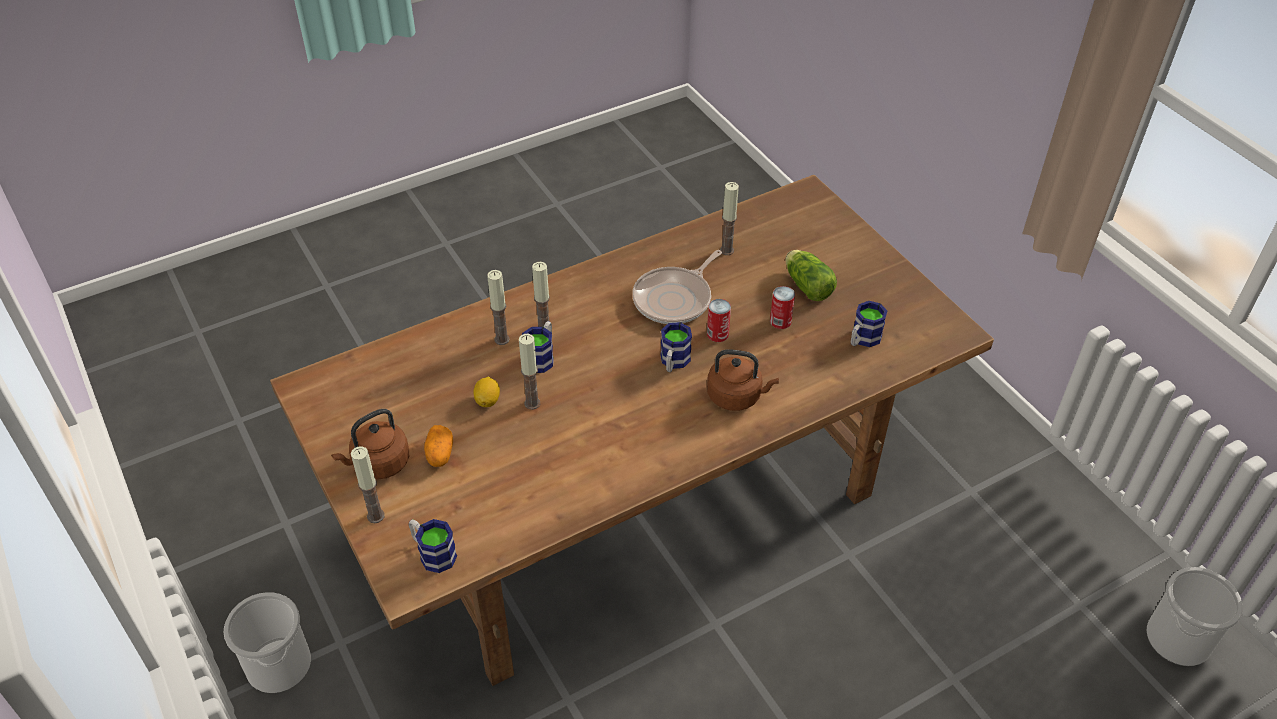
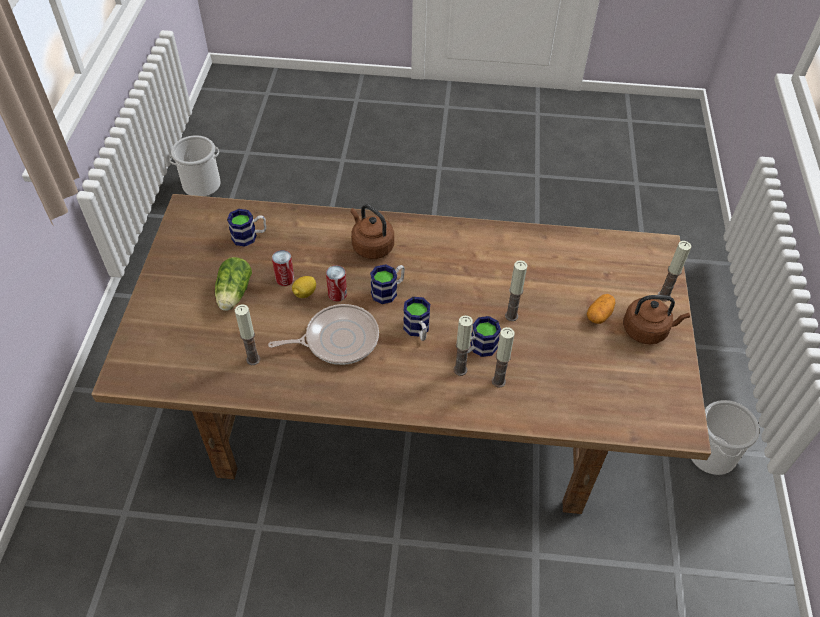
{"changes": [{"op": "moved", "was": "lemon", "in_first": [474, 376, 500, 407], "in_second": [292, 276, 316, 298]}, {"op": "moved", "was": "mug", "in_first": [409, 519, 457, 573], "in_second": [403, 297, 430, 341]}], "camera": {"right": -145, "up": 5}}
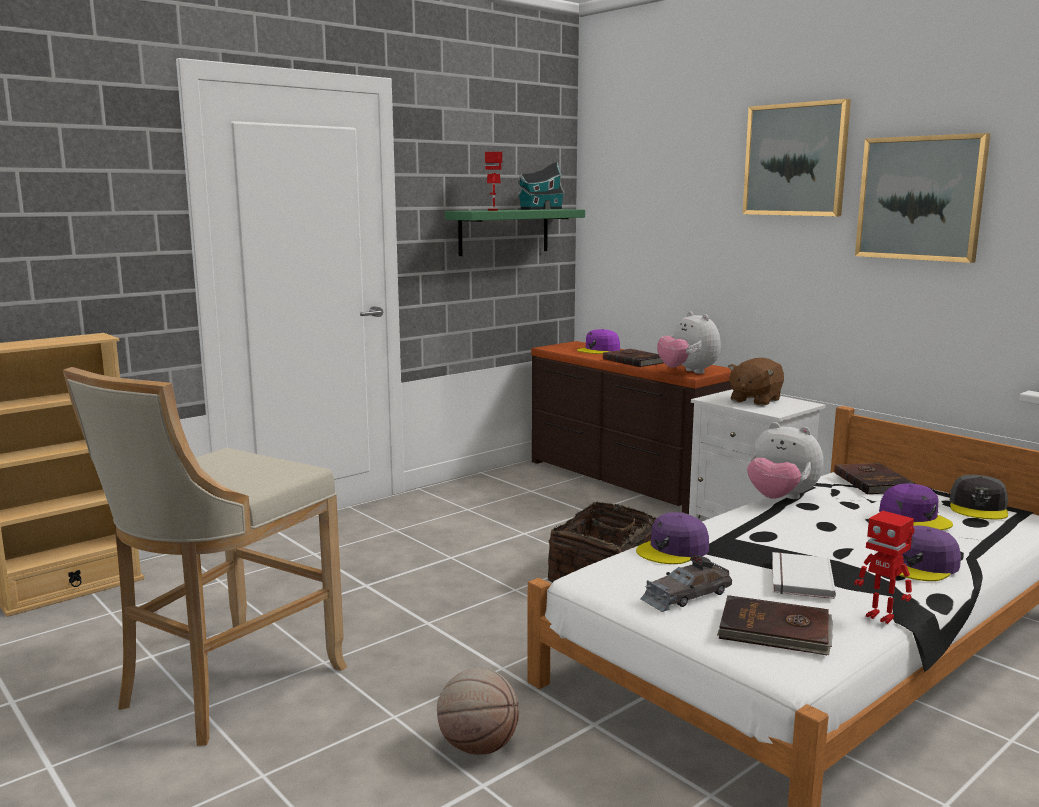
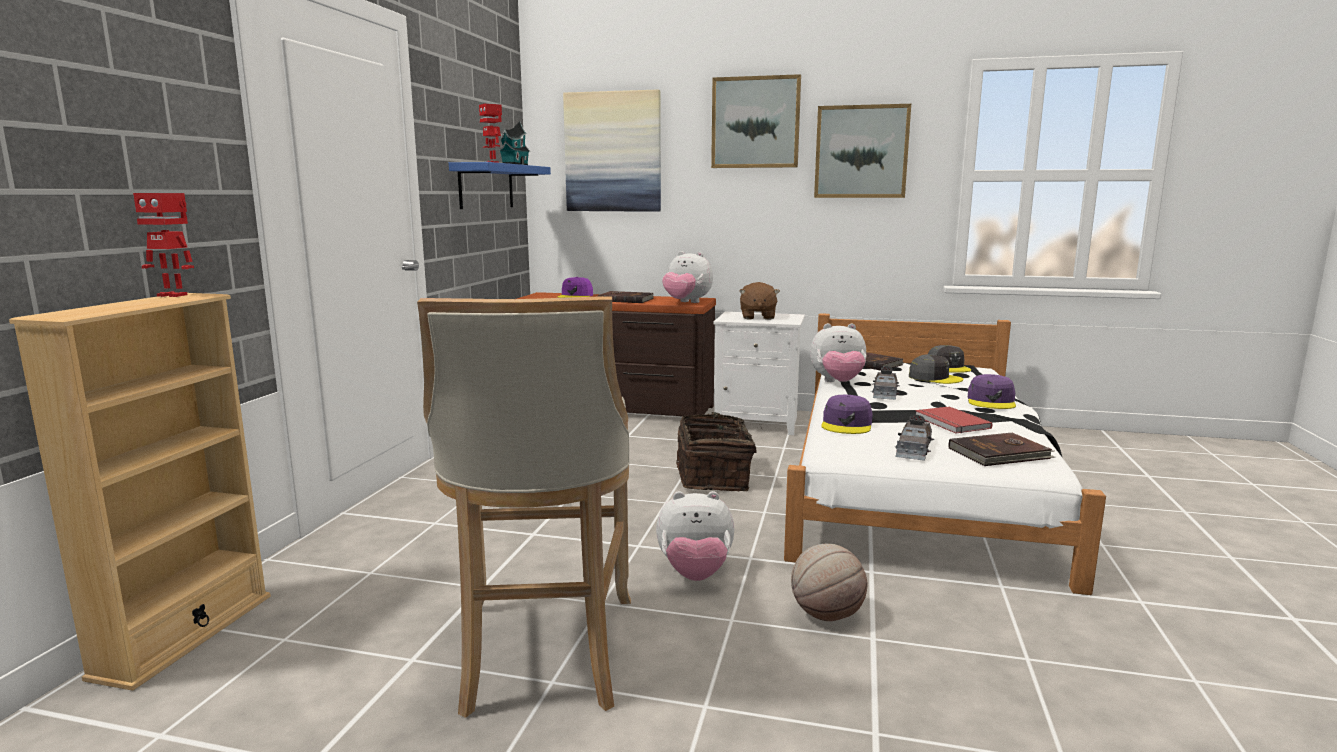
{"changes": [{"op": "moved", "was": "robot figure", "in_first": [854, 511, 915, 624], "in_second": [133, 193, 194, 297]}, {"op": "recoloured", "was": "shelf/green", "now": "shelf/blue-coloured", "in_first": [445, 209, 585, 256], "in_second": [449, 162, 551, 209]}, {"op": "added", "now": "wall art", "in_second": [563, 90, 661, 212]}, {"op": "added", "now": "soft toy", "in_second": [656, 491, 734, 581]}, {"op": "added", "now": "miniature car/grey", "in_second": [871, 366, 900, 400]}, {"op": "recoloured", "was": "baseball cap/purple-coloured", "now": "baseball cap/grey", "in_first": [879, 483, 953, 530], "in_second": [909, 354, 963, 384]}, {"op": "recoloured", "was": "volume/white-coloured", "now": "volume/red", "in_first": [772, 552, 836, 599], "in_second": [915, 406, 993, 433]}], "camera": {"right": -35, "up": 0}}
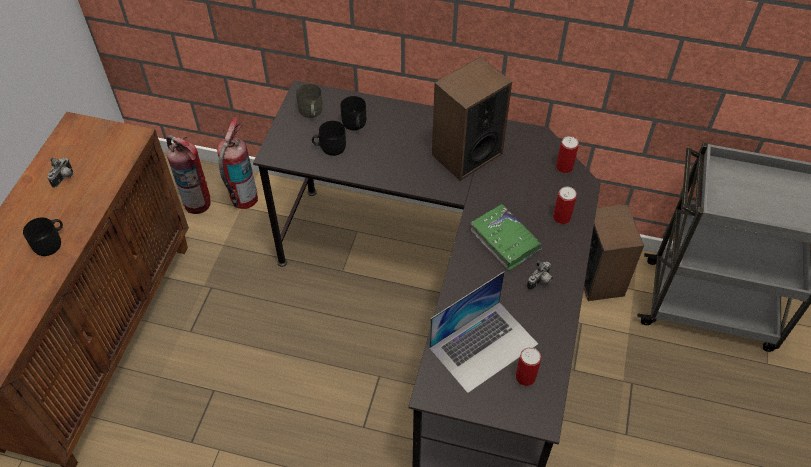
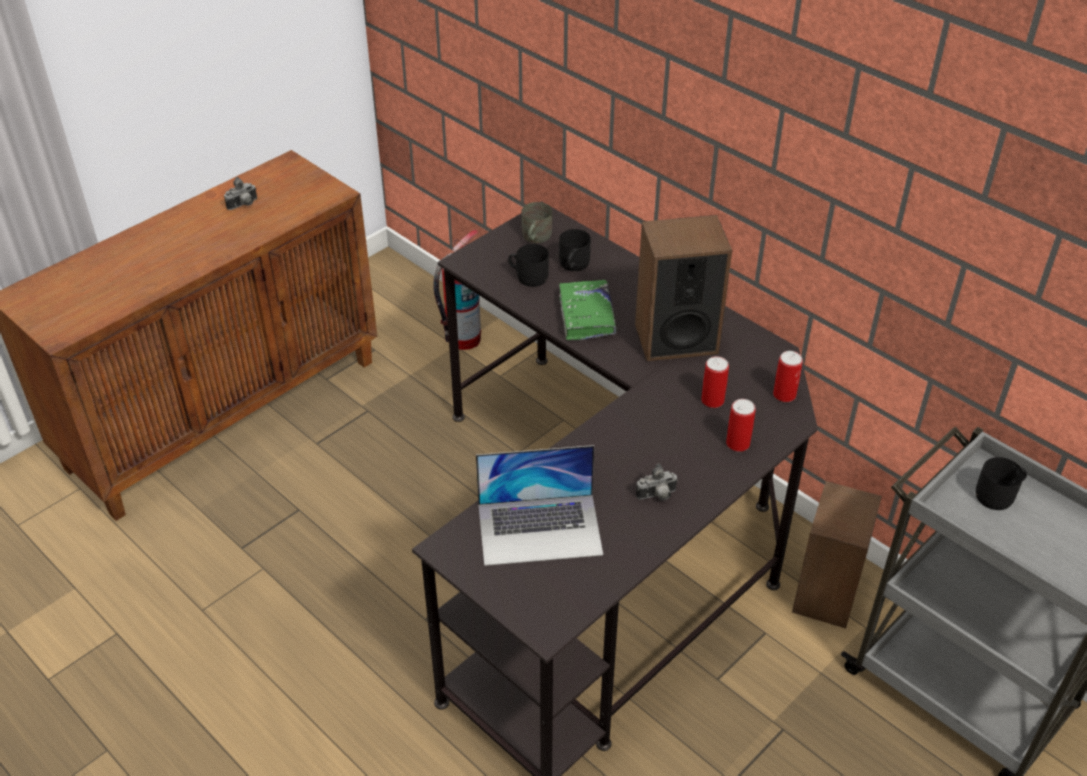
{"changes": [{"op": "moved", "was": "volume/green", "in_first": [470, 204, 542, 270], "in_second": [559, 280, 616, 340]}, {"op": "moved", "was": "metal can", "in_first": [516, 347, 541, 386], "in_second": [701, 356, 729, 408]}, {"op": "moved", "was": "mug/black-coloured", "in_first": [23, 217, 63, 256], "in_second": [976, 457, 1027, 510]}, {"op": "removed", "was": "fire-fighting cylinder", "in_first": [166, 135, 211, 214]}], "camera": {"right": 30, "up": -10}}
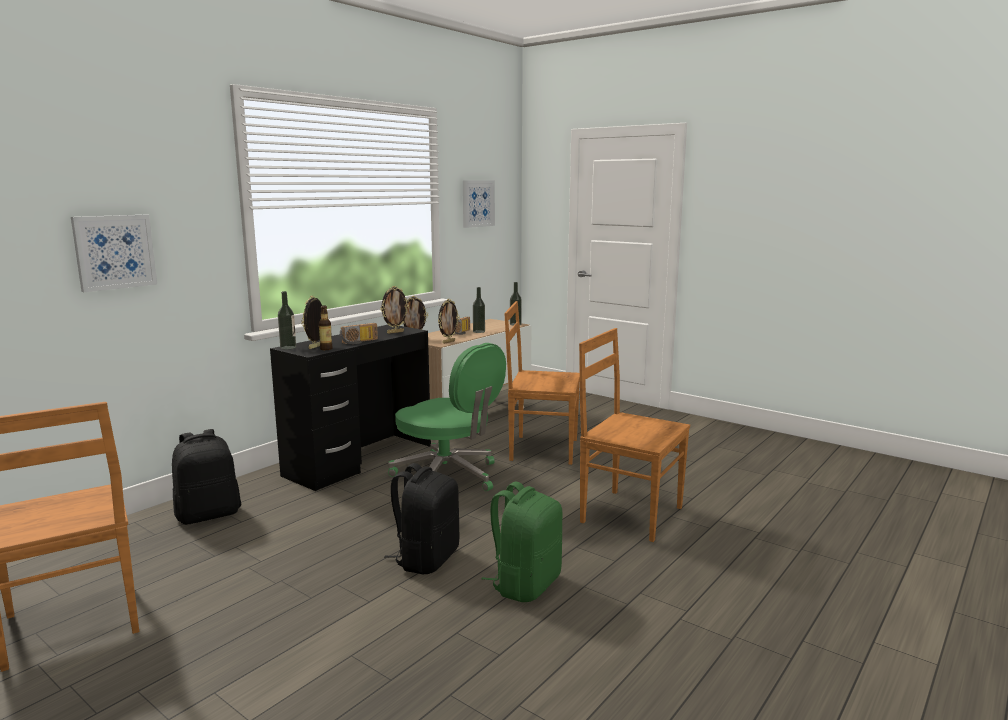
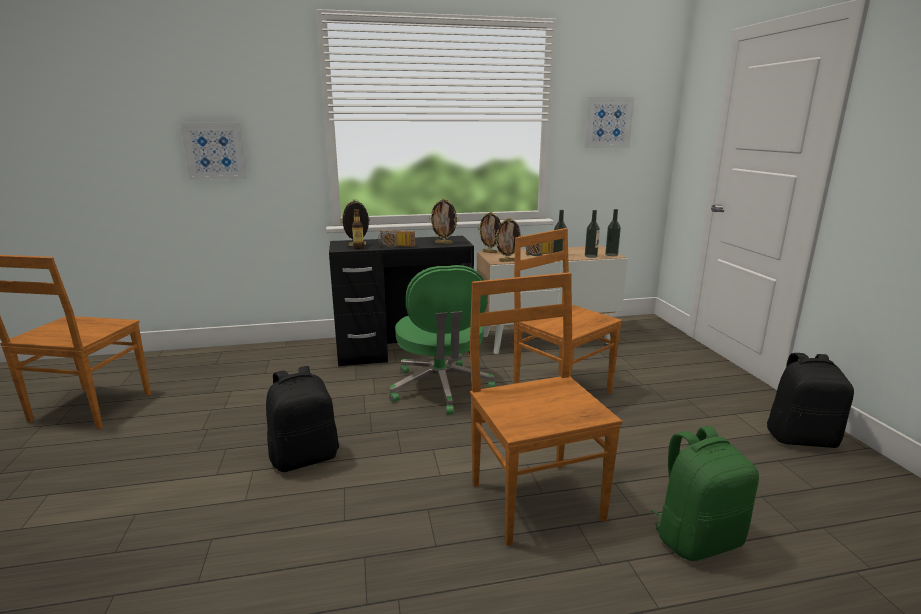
{"changes": [{"op": "moved", "was": "beverage bottle", "in_first": [278, 291, 296, 350], "in_second": [585, 210, 600, 258]}, {"op": "moved", "was": "rucksack/green", "in_first": [481, 481, 562, 602], "in_second": [651, 426, 759, 561]}, {"op": "moved", "was": "rucksack/black-coloured", "in_first": [172, 429, 241, 525], "in_second": [767, 353, 854, 448]}], "camera": {"right": 40, "up": 5}}
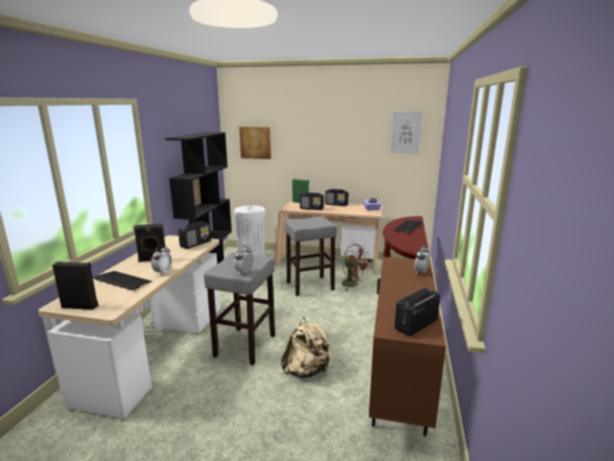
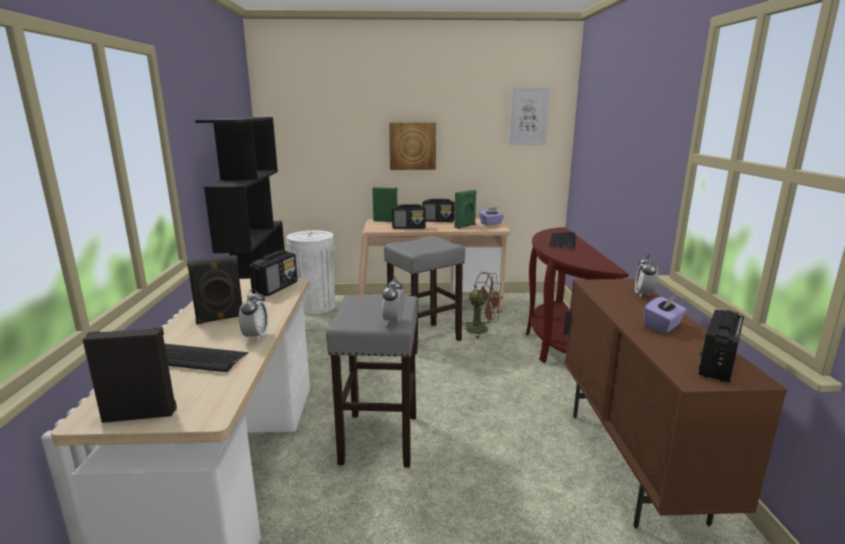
{"changes": [{"op": "moved", "was": "wall art", "in_first": [239, 127, 271, 159], "in_second": [389, 122, 436, 170]}, {"op": "added", "now": "speaker/green", "in_second": [454, 190, 477, 229]}, {"op": "added", "now": "tissue box/purple-coloured", "in_second": [644, 295, 686, 334]}, {"op": "removed", "was": "rucksack/beige-coloured", "in_first": [281, 317, 332, 378]}], "camera": {"right": -15, "up": 0}}
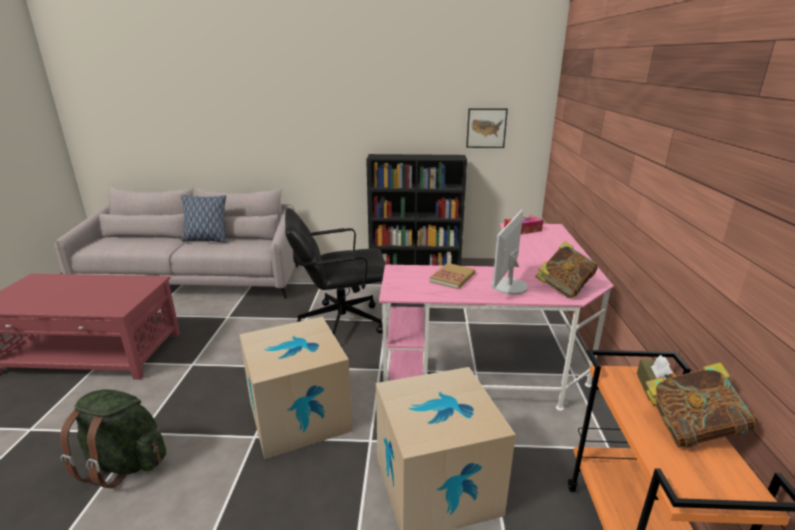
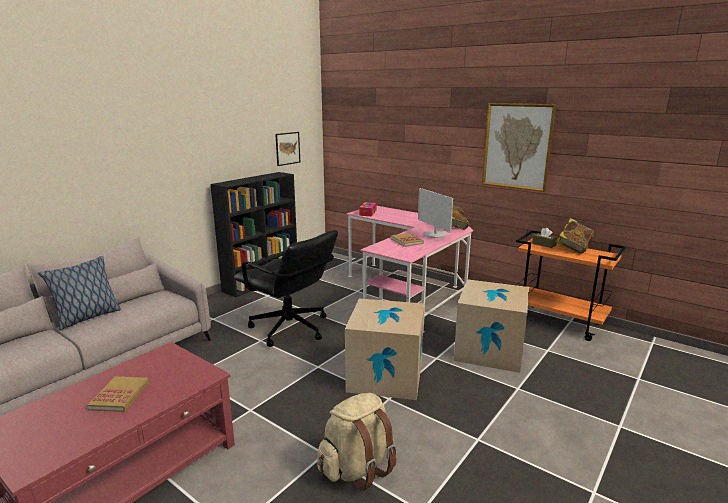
{"changes": [{"op": "added", "now": "volume", "in_second": [87, 377, 149, 412]}, {"op": "turned", "was": "computer chair/black-coloured", "in_first": [285, 208, 387, 335], "in_second": [233, 230, 338, 347], "clockwise": -75}, {"op": "recoloured", "was": "rucksack/green", "now": "rucksack/beige-coloured", "in_first": [60, 389, 166, 488], "in_second": [317, 393, 397, 491]}, {"op": "added", "now": "wall art", "in_second": [482, 103, 556, 192]}], "camera": {"right": -55, "up": -5}}
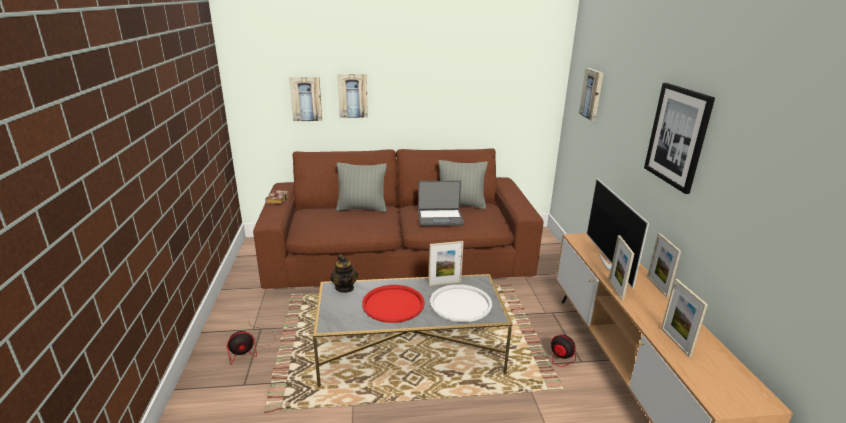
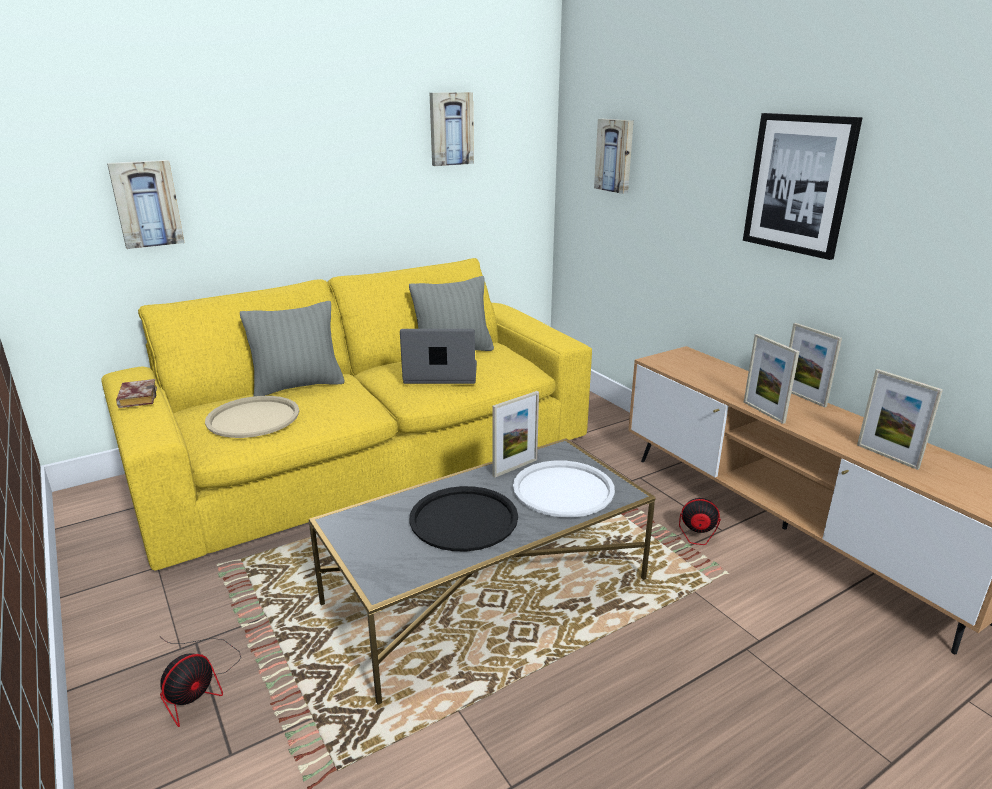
{"changes": [{"op": "recoloured", "was": "couch/brownish", "now": "couch/yellow-coloured", "in_first": [253, 148, 544, 289], "in_second": [101, 258, 592, 570]}, {"op": "added", "now": "carrying tray/beige-coloured", "in_second": [205, 396, 299, 438]}, {"op": "turned", "was": "notebook computer", "in_first": [418, 180, 464, 226], "in_second": [400, 329, 477, 384], "clockwise": -150}, {"op": "recoloured", "was": "carrying tray/red", "now": "carrying tray/black-coloured", "in_first": [362, 285, 425, 323], "in_second": [409, 486, 518, 551]}, {"op": "moved", "was": "wall art", "in_first": [337, 74, 368, 118], "in_second": [430, 92, 474, 166]}, {"op": "removed", "was": "teapot", "in_first": [330, 254, 358, 293]}, {"op": "removed", "was": "television", "in_first": [587, 178, 649, 289]}], "camera": {"right": -25, "up": 0}}
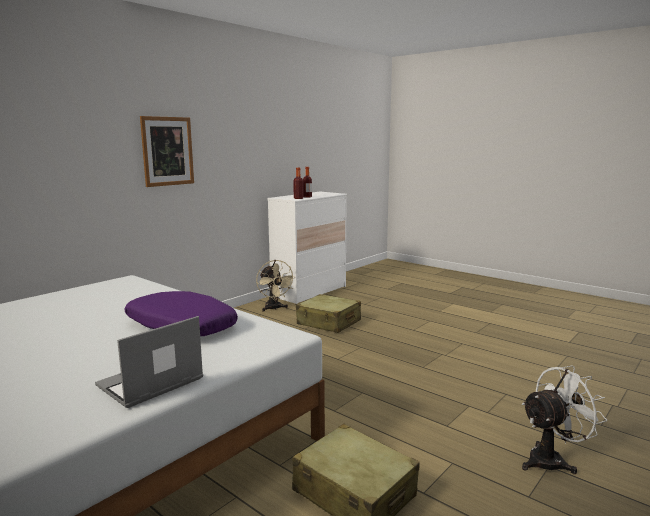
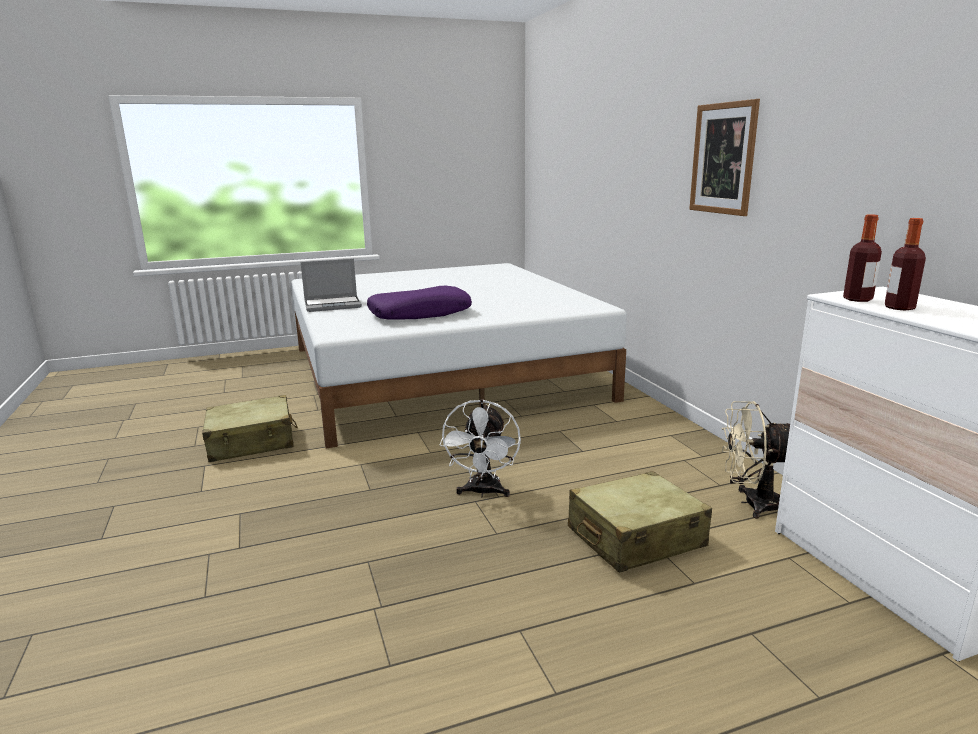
{"changes": [{"op": "turned", "was": "notebook computer", "in_first": [95, 316, 203, 408], "in_second": [300, 259, 362, 312], "clockwise": 90}, {"op": "moved", "was": "cooling fan/white-coloured", "in_first": [522, 365, 607, 474], "in_second": [440, 399, 521, 497]}], "camera": {"right": 120, "up": 5}}
